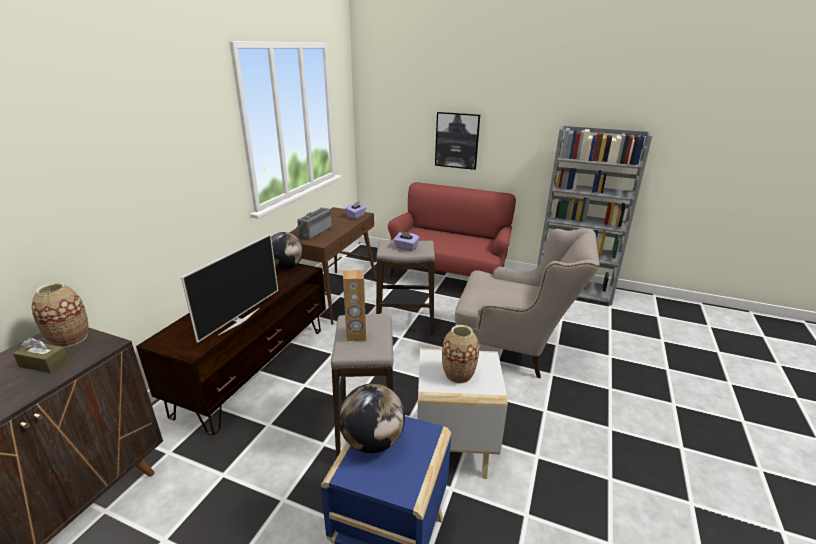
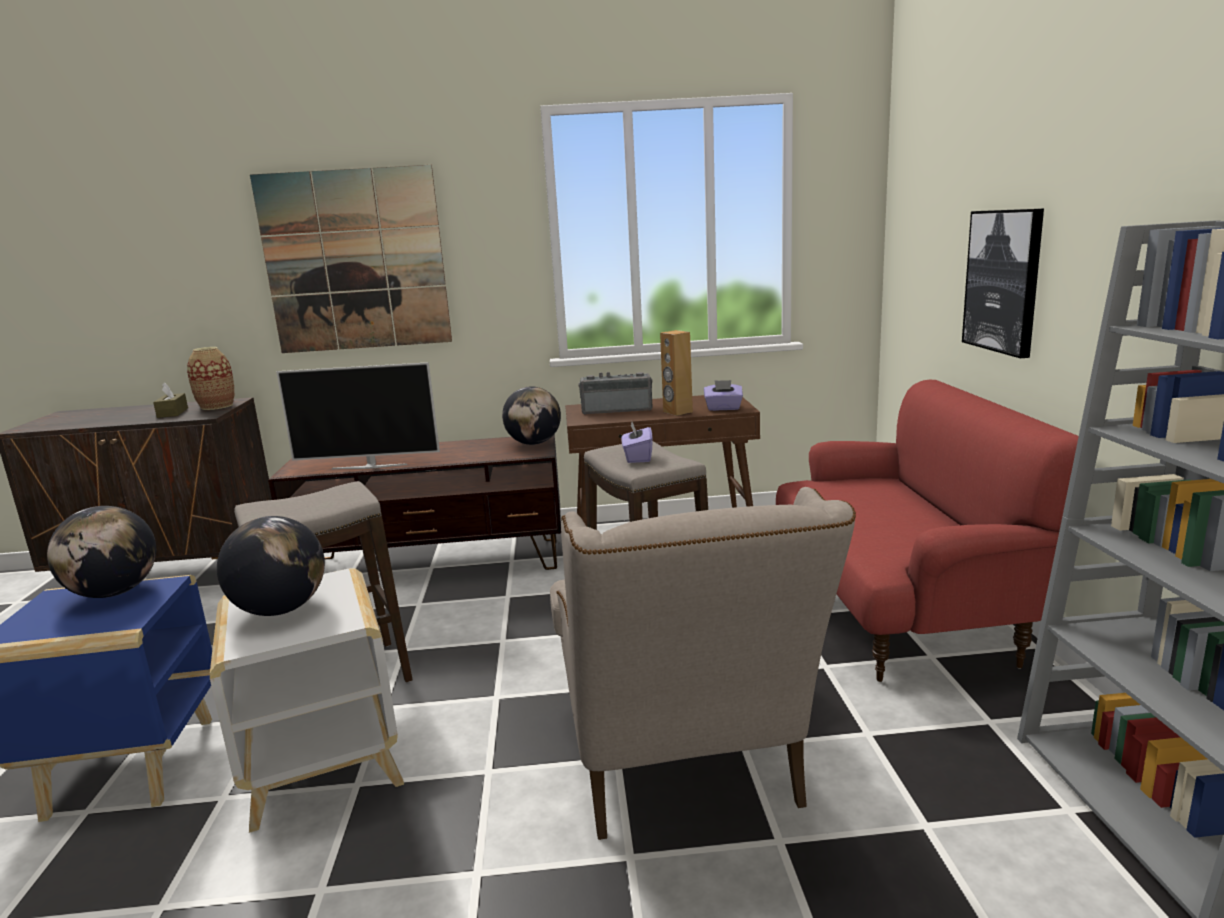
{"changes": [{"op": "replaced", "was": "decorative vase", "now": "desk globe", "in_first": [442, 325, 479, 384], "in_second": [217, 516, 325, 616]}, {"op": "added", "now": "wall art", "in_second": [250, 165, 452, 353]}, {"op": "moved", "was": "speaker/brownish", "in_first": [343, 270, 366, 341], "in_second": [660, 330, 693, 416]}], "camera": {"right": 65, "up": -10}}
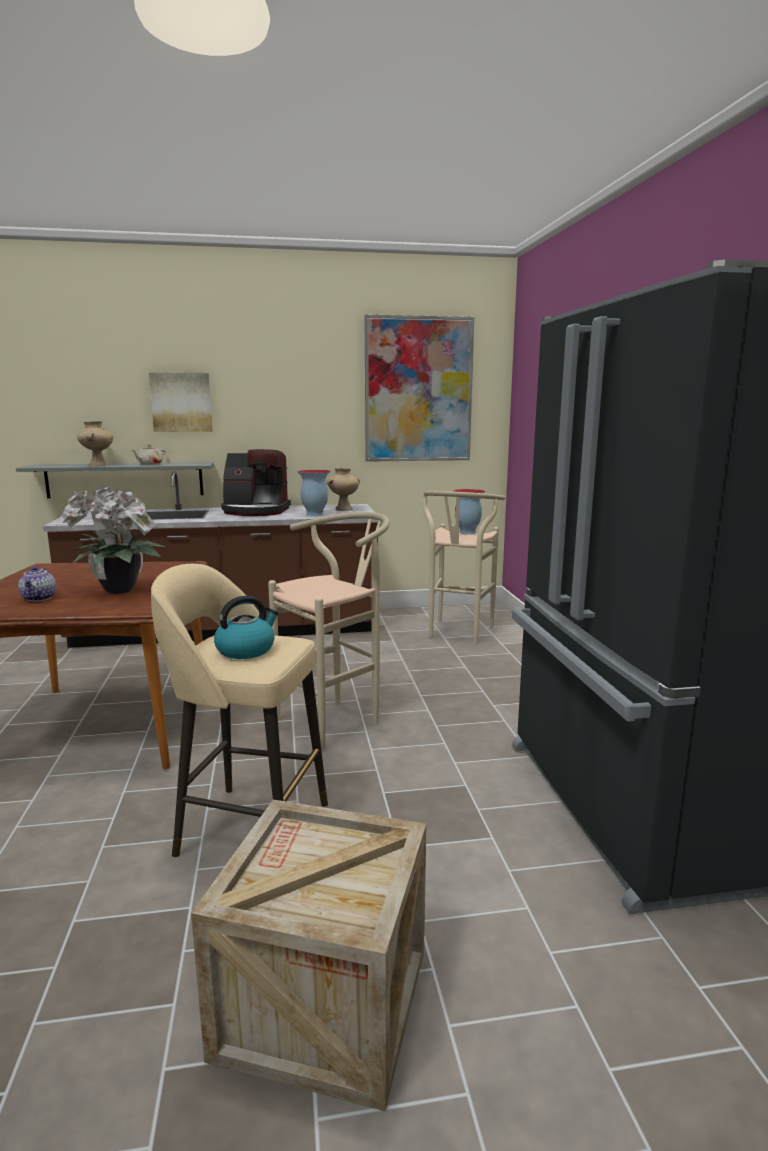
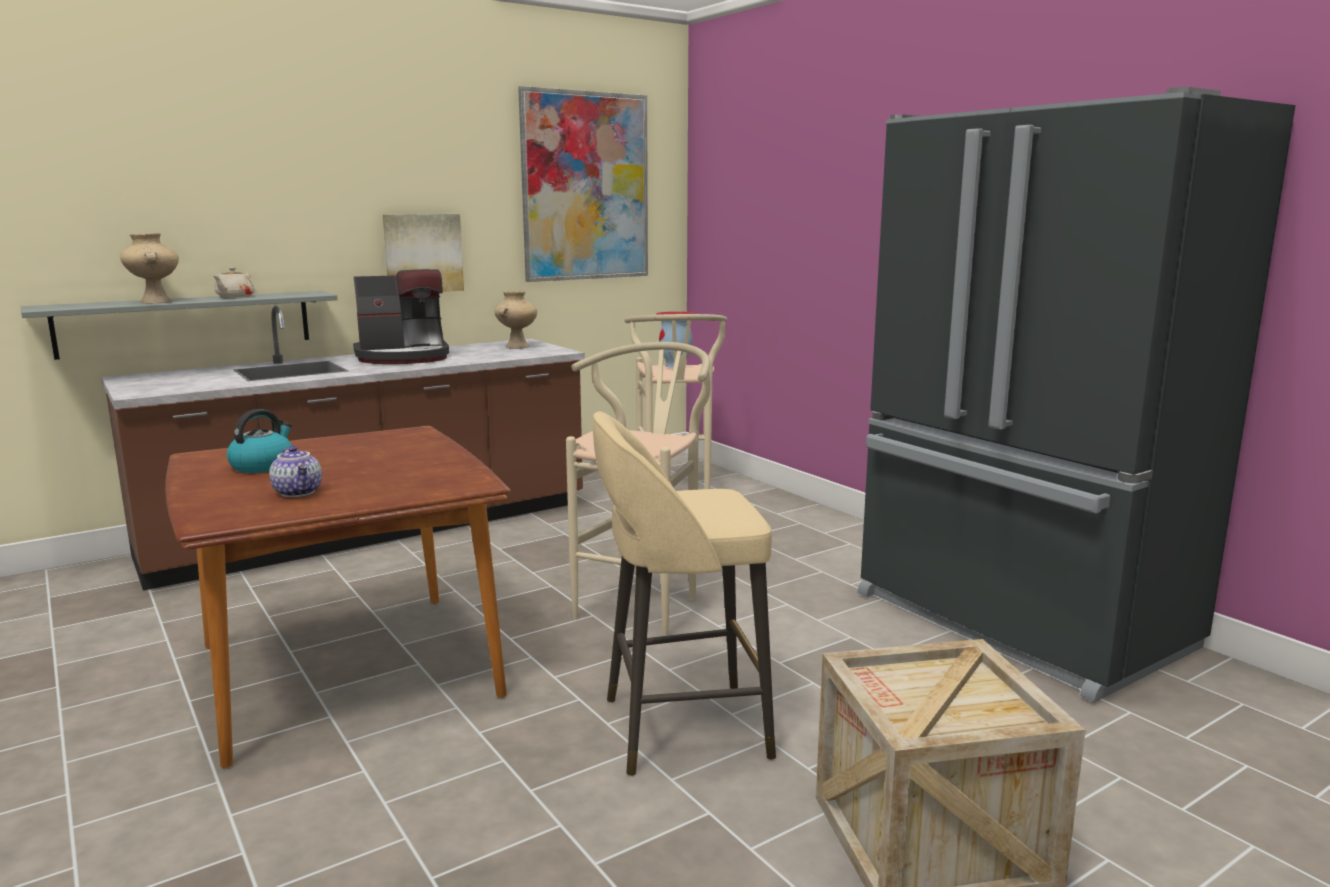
{"changes": [{"op": "moved", "was": "tea kettle", "in_first": [214, 596, 279, 659], "in_second": [227, 409, 292, 473]}, {"op": "moved", "was": "wall art", "in_first": [149, 372, 213, 432], "in_second": [383, 214, 464, 292]}, {"op": "removed", "was": "plant in a pot", "in_first": [61, 485, 165, 594]}, {"op": "removed", "was": "decorative vase", "in_first": [297, 470, 330, 516]}], "camera": {"right": -25, "up": 0}}
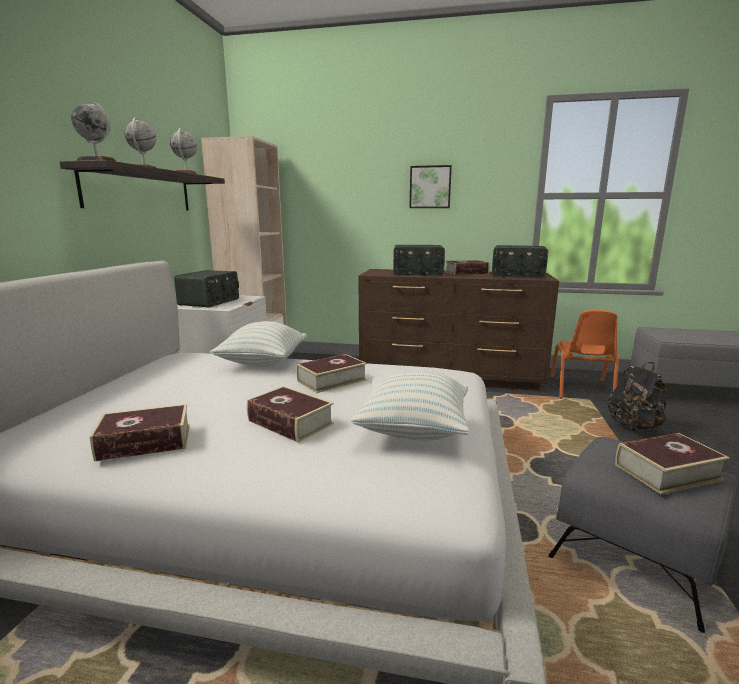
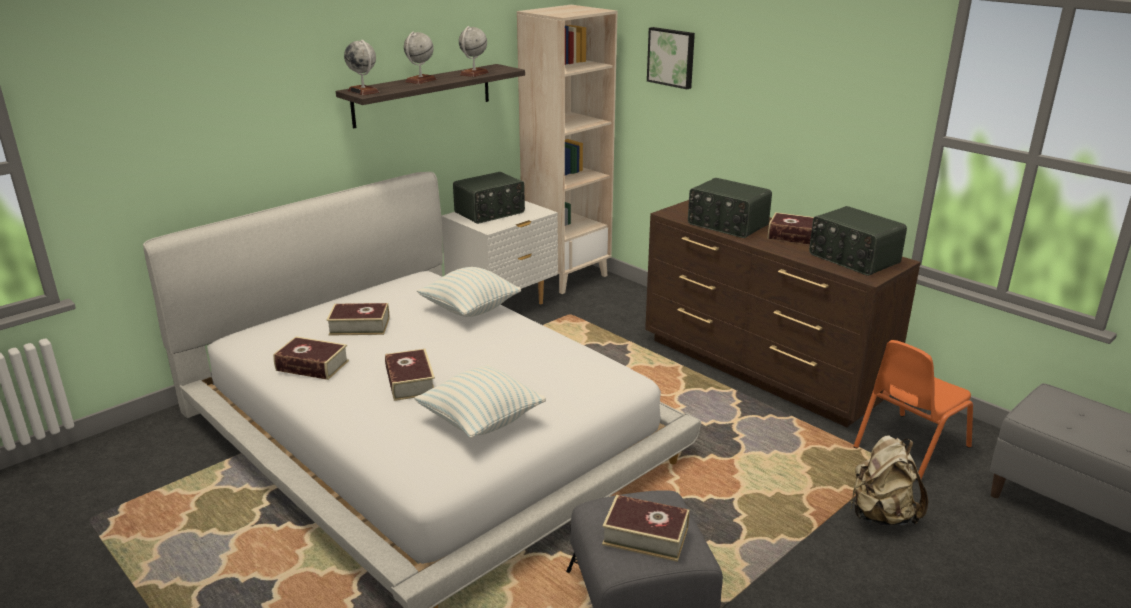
{"changes": [{"op": "moved", "was": "volume", "in_first": [296, 354, 367, 393], "in_second": [327, 303, 390, 336]}, {"op": "moved", "was": "wall art", "in_first": [409, 165, 452, 208], "in_second": [647, 27, 695, 89]}, {"op": "recoloured", "was": "rucksack/black-coloured", "now": "rucksack/beige-coloured", "in_first": [608, 362, 666, 432], "in_second": [850, 435, 928, 526]}], "camera": {"right": 35, "up": 10}}
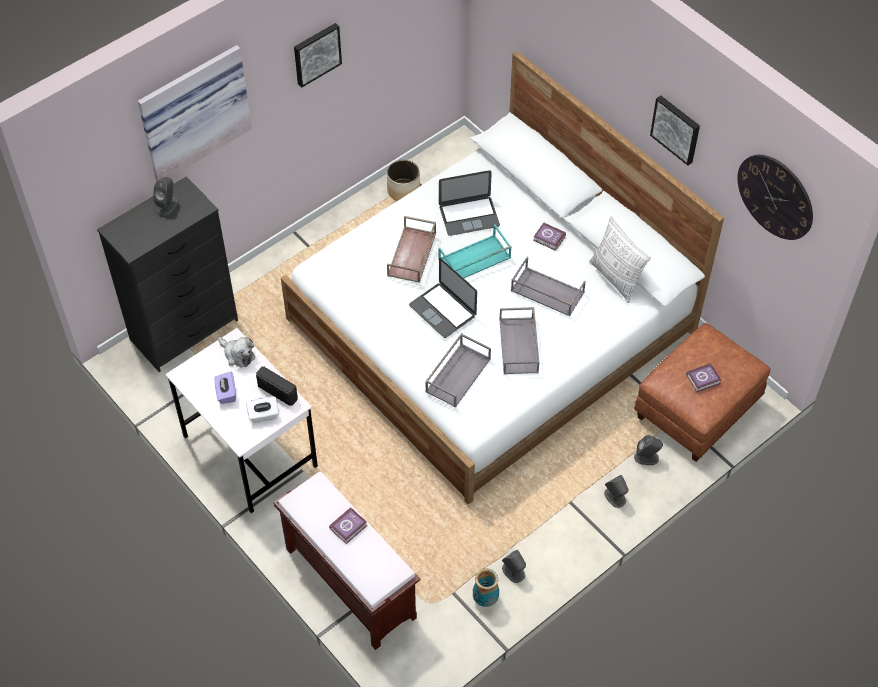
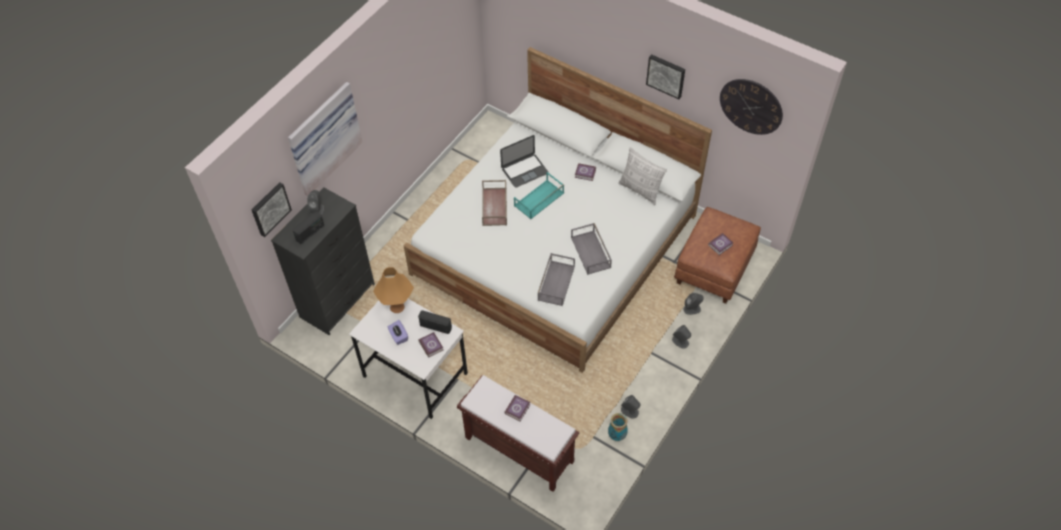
{"changes": [{"op": "moved", "was": "wall art", "in_first": [294, 23, 342, 88], "in_second": [252, 182, 292, 237]}, {"op": "added", "now": "radio set", "in_second": [293, 211, 324, 244]}, {"op": "replaced", "was": "soft toy", "now": "lamp for a table/orange-coloured", "in_first": [218, 337, 255, 367], "in_second": [373, 267, 414, 313]}, {"op": "replaced", "was": "tissue box/white-coloured", "now": "volume", "in_first": [246, 396, 279, 423], "in_second": [418, 332, 444, 358]}, {"op": "removed", "was": "planter", "in_first": [387, 160, 420, 201]}, {"op": "removed", "was": "notebook computer", "in_first": [409, 258, 477, 338]}, {"op": "removed", "was": "carrying tray/grey", "in_first": [511, 257, 586, 316]}], "camera": {"right": -15, "up": 0}}
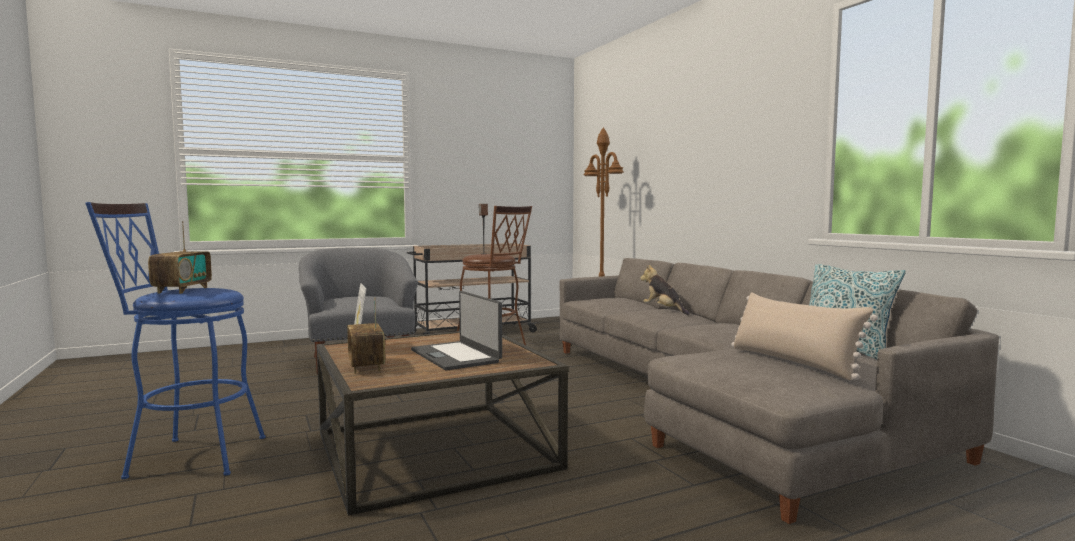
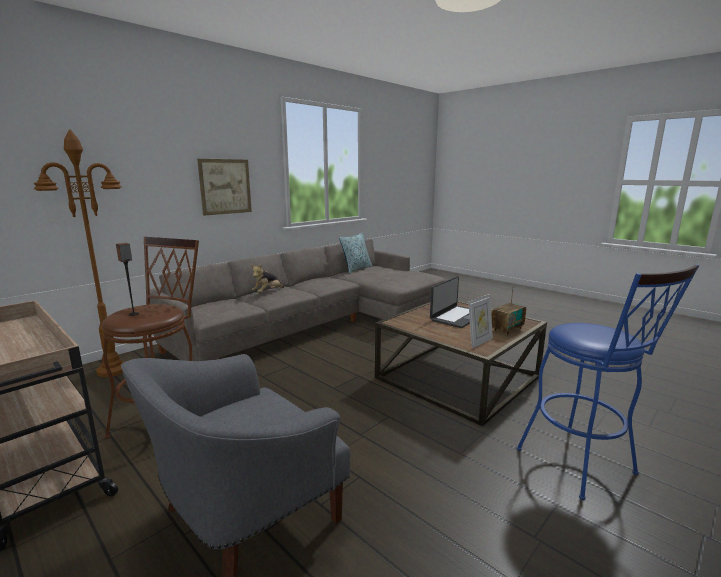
{"changes": [{"op": "added", "now": "wall art", "in_second": [197, 159, 252, 216]}, {"op": "removed", "was": "radio set", "in_first": [148, 221, 212, 294]}, {"op": "removed", "was": "pillow/beige-coloured", "in_first": [731, 292, 878, 380]}], "camera": {"right": -110, "up": 10}}
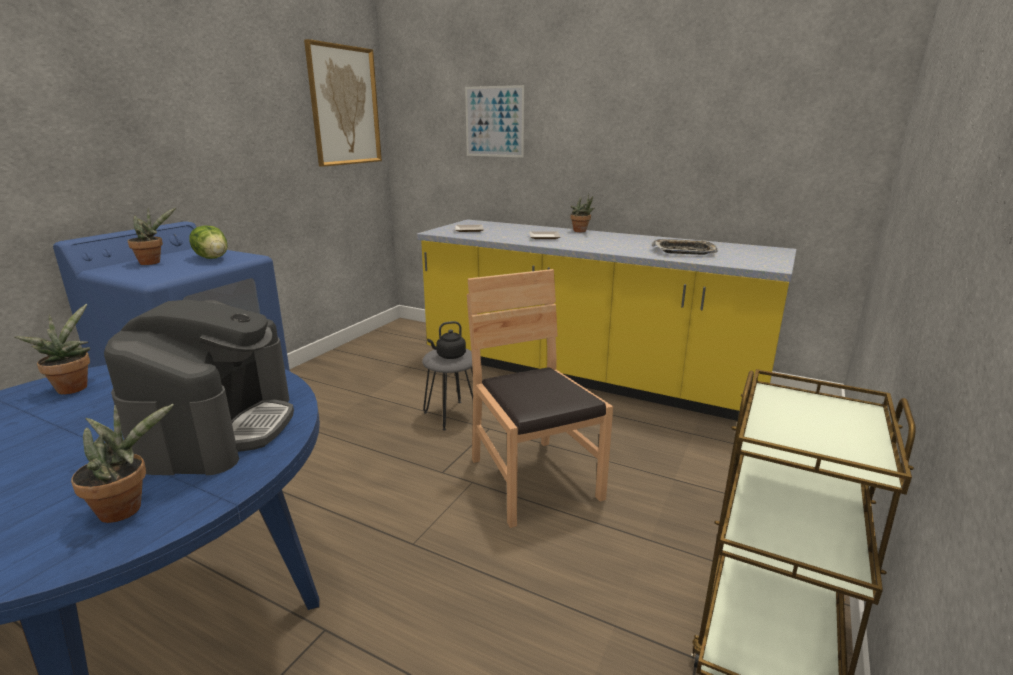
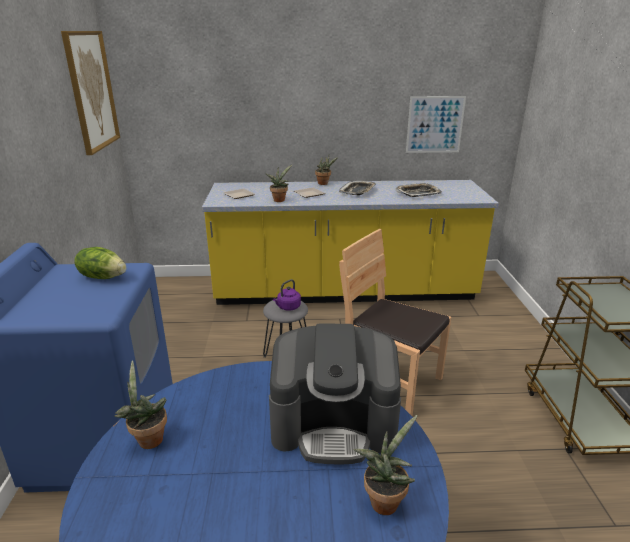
{"changes": [{"op": "moved", "was": "plant in a pot", "in_first": [128, 208, 176, 265], "in_second": [266, 164, 293, 202]}, {"op": "turned", "was": "coffee machine", "in_first": [104, 300, 294, 475], "in_second": [269, 323, 401, 464], "clockwise": 120}, {"op": "recoloured", "was": "tea kettle/black-coloured", "now": "tea kettle/purple-coloured", "in_first": [427, 321, 466, 359], "in_second": [273, 279, 301, 311]}, {"op": "added", "now": "carrying tray", "in_second": [339, 181, 376, 195]}, {"op": "moved", "was": "wall art", "in_first": [465, 85, 525, 157], "in_second": [406, 96, 466, 153]}], "camera": {"right": -30, "up": 5}}
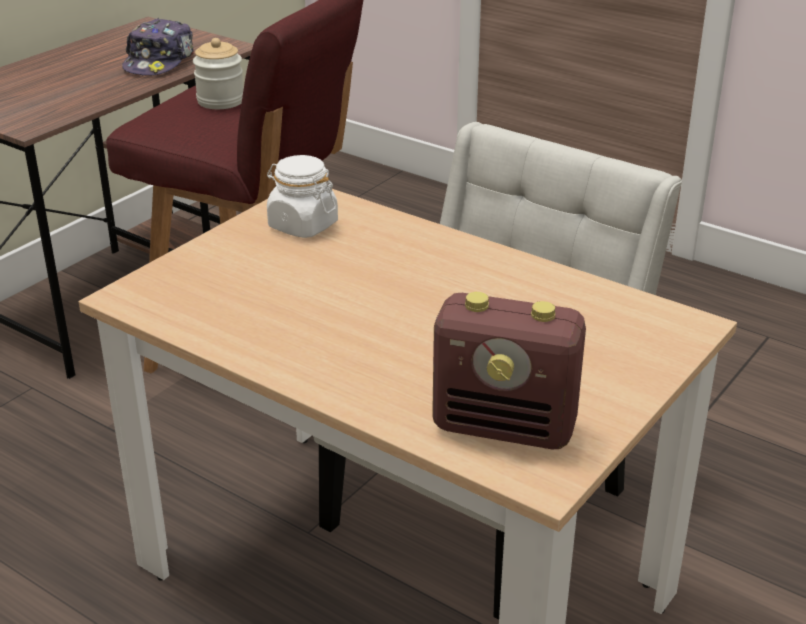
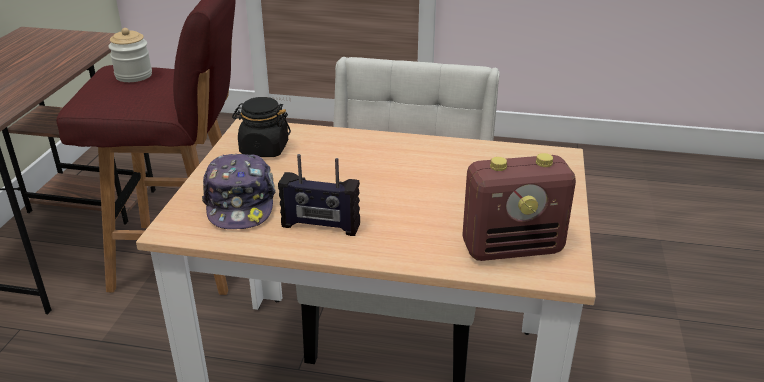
{"changes": [{"op": "moved", "was": "baseball cap", "in_first": [122, 18, 194, 75], "in_second": [202, 154, 276, 229]}, {"op": "recoloured", "was": "preserve jar/white-coloured", "now": "preserve jar/black-coloured", "in_first": [267, 155, 338, 238], "in_second": [232, 97, 291, 157]}, {"op": "added", "now": "radio set", "in_second": [278, 154, 360, 236]}], "camera": {"right": -25, "up": 0}}
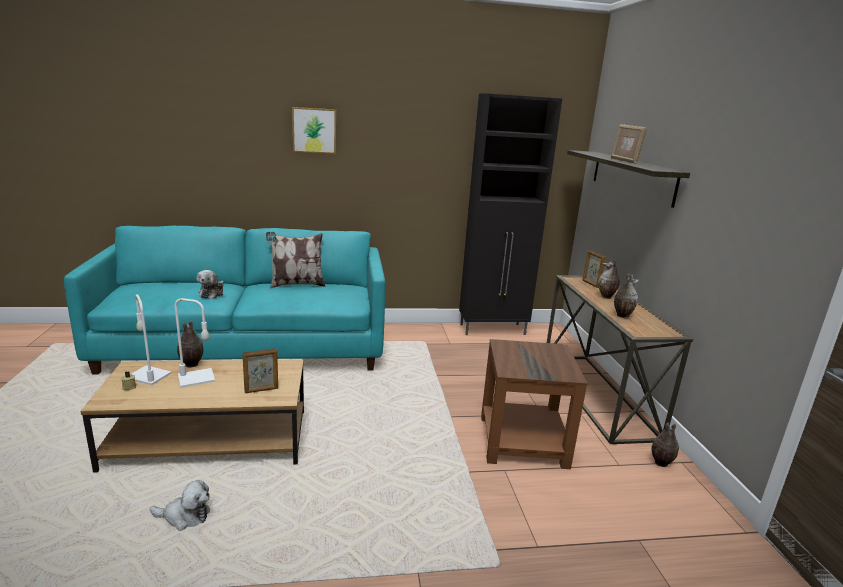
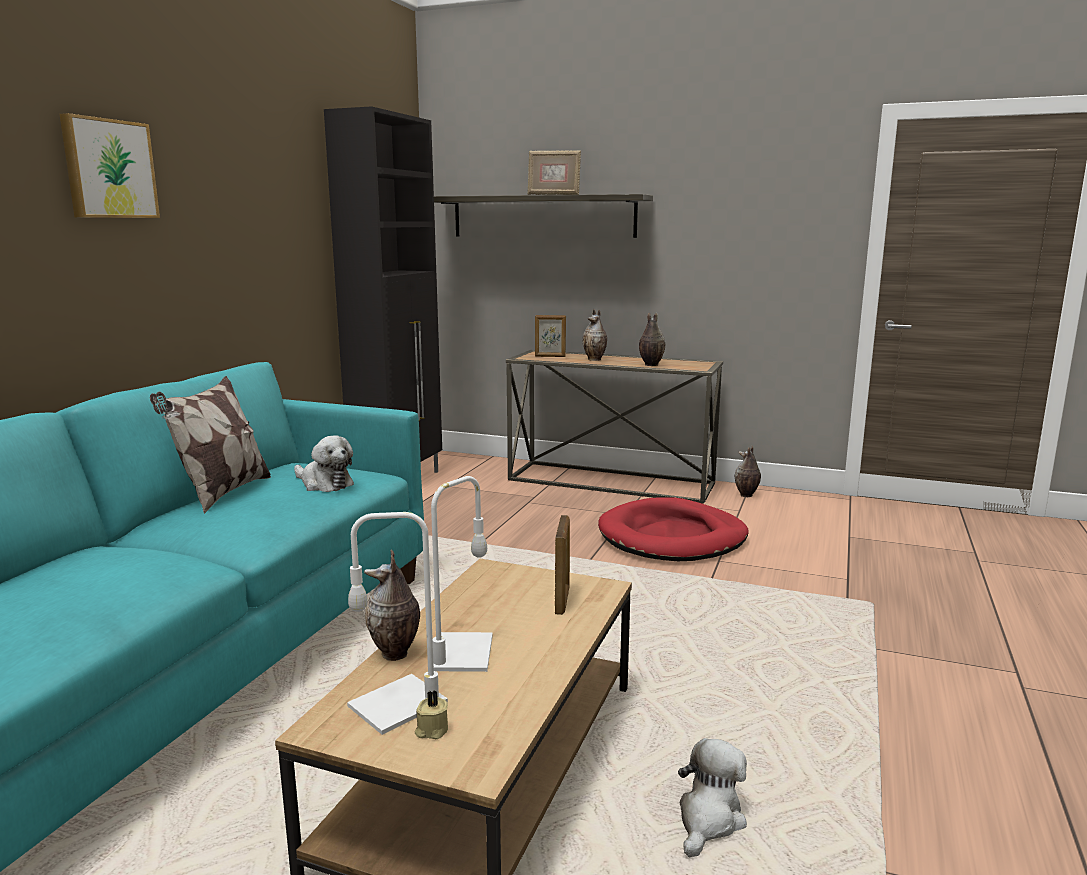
{"changes": [{"op": "moved", "was": "soft toy", "in_first": [197, 270, 224, 299], "in_second": [294, 435, 354, 492]}, {"op": "replaced", "was": "side table/brownish", "now": "pet bed/red", "in_first": [481, 339, 588, 469], "in_second": [598, 497, 749, 561]}], "camera": {"right": -60, "up": -5}}
